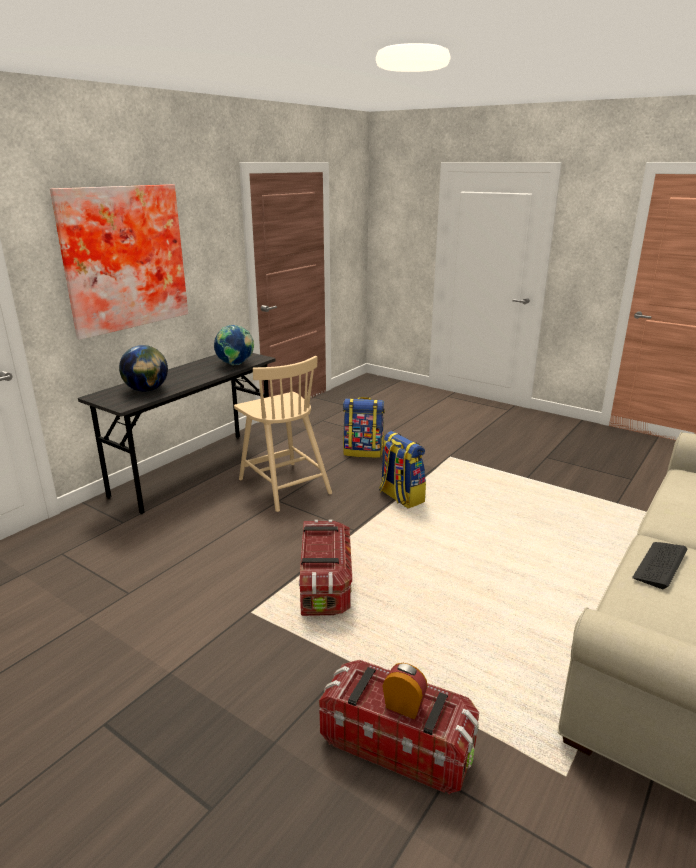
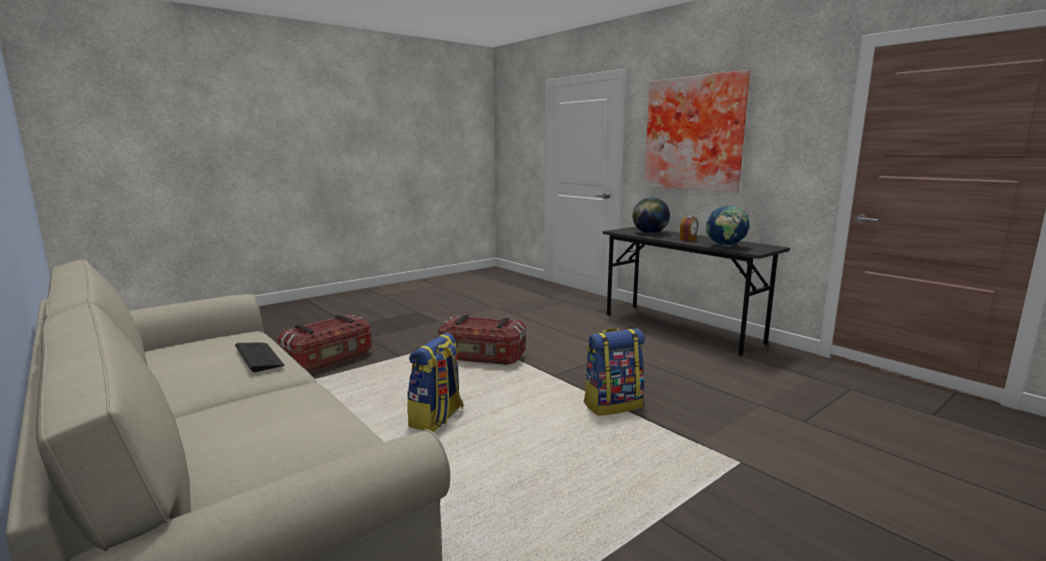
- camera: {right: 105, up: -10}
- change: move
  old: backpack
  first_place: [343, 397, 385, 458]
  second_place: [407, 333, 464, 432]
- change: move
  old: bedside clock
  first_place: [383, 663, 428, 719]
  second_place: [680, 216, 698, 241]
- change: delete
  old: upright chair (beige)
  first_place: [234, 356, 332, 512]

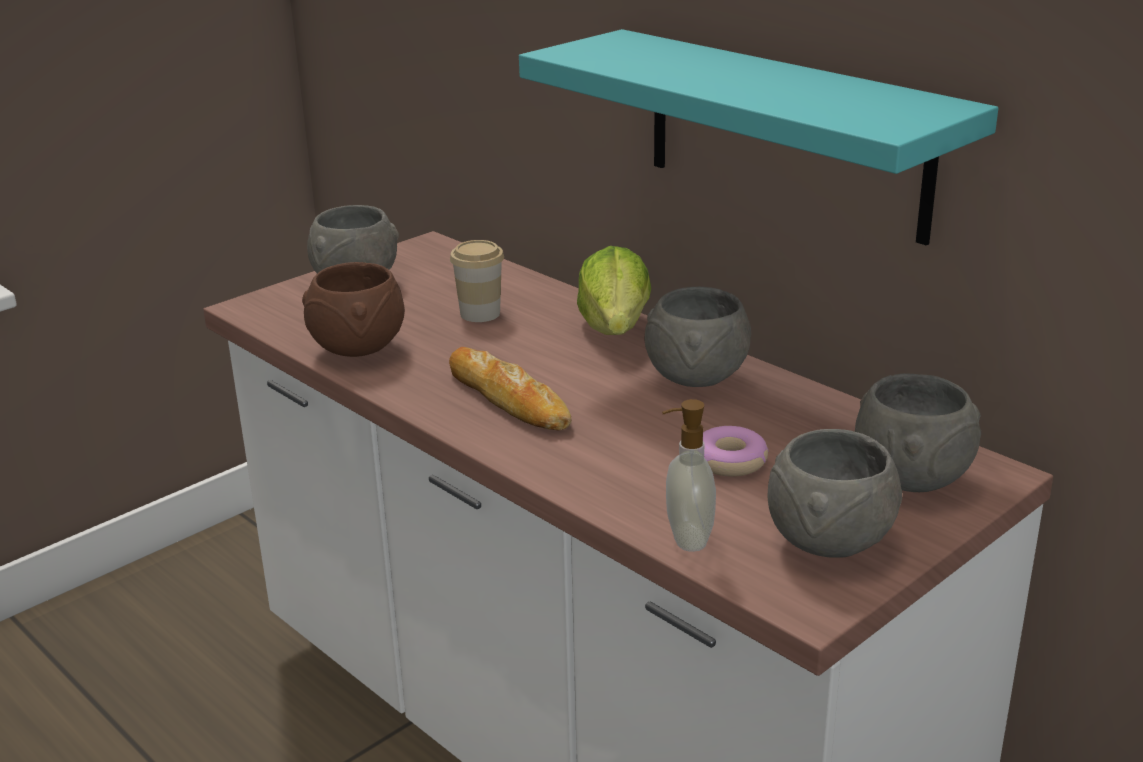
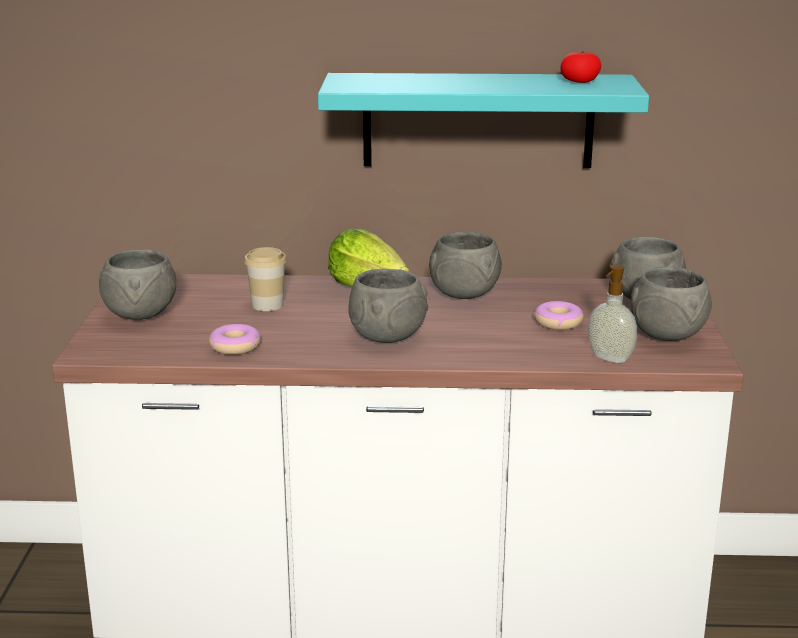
- camera: {right: -45, up: -5}
- change: replace
  old: deep dish (brown)
  new: donut
  first_place: [302, 262, 405, 357]
  second_place: [209, 324, 261, 355]
- change: replace
  old: bakery bread
  new: deep dish (grey)
  first_place: [449, 347, 572, 430]
  second_place: [348, 269, 428, 343]
- change: insert
  new: tomato
  second_place: [560, 51, 601, 83]

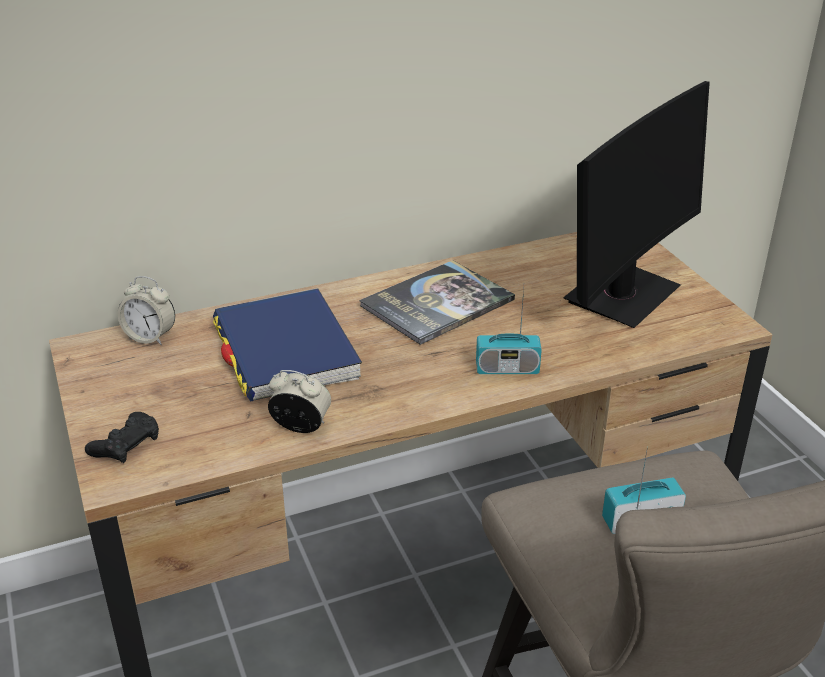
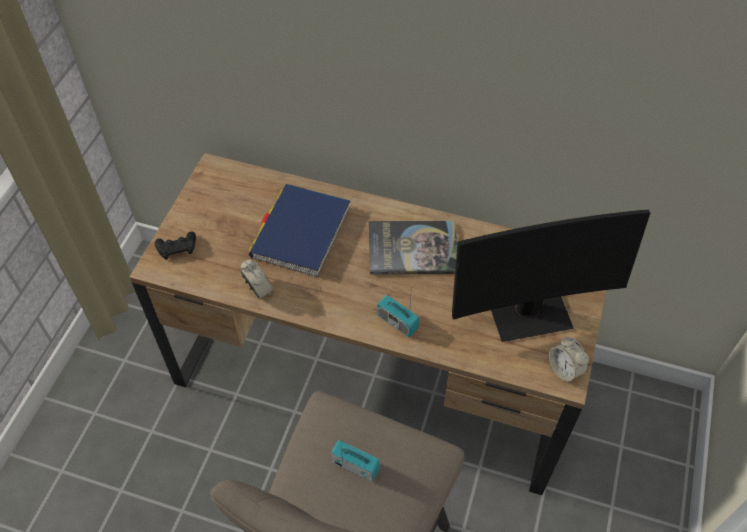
- camera: {right: 40, up: 20}
- change: move
  old: bedside clock
  first_place: [118, 276, 175, 345]
  second_place: [549, 337, 589, 383]

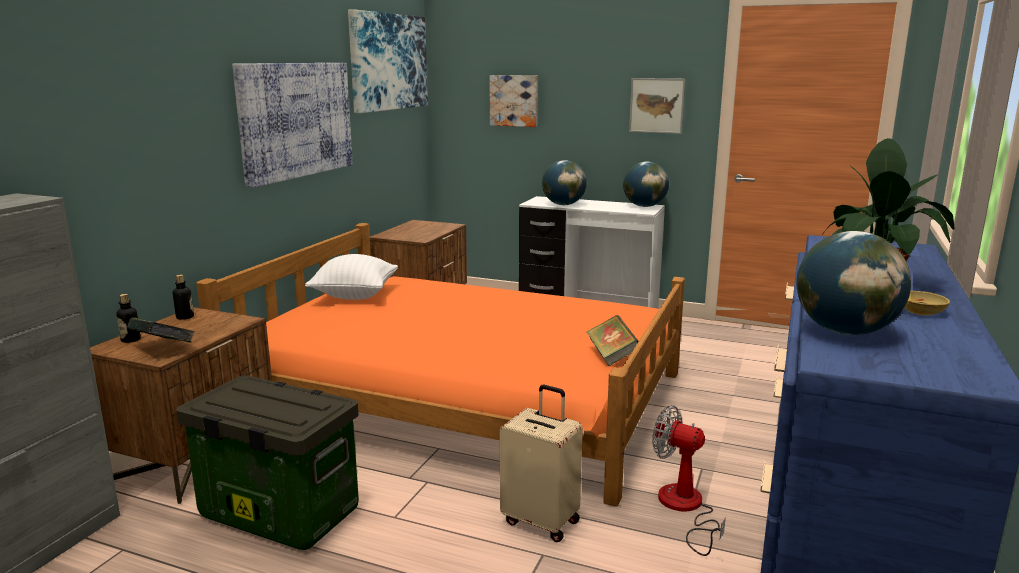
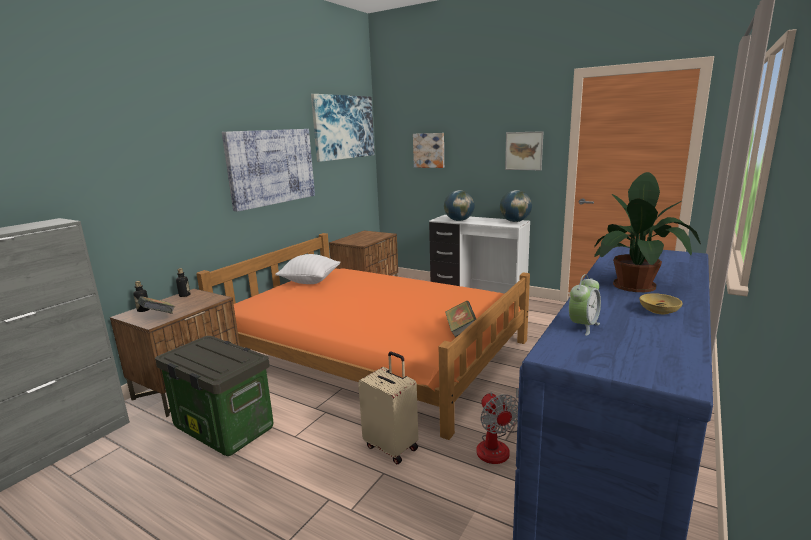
- camera: {right: 10, up: 0}
- change: rotate
  old: fan
  first_place: [652, 405, 726, 556]
  second_place: [476, 388, 519, 464]
  degrees: -150
- change: replace
  old: globe
  new: bedside clock
  first_place: [796, 231, 911, 335]
  second_place: [569, 274, 601, 336]

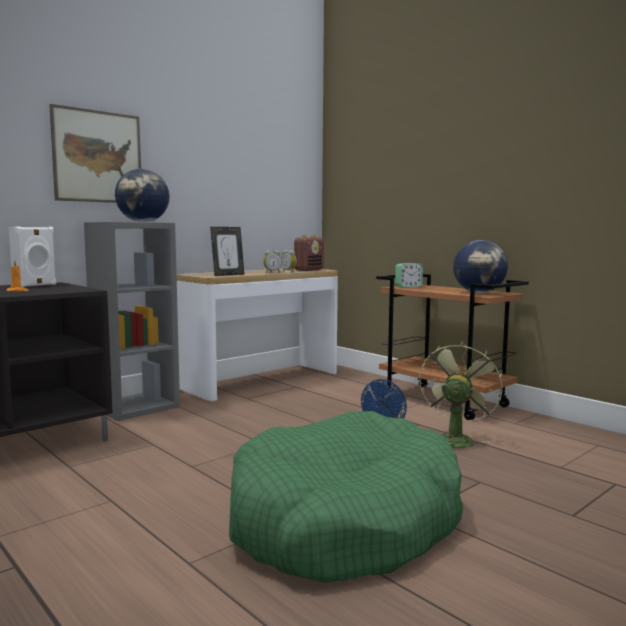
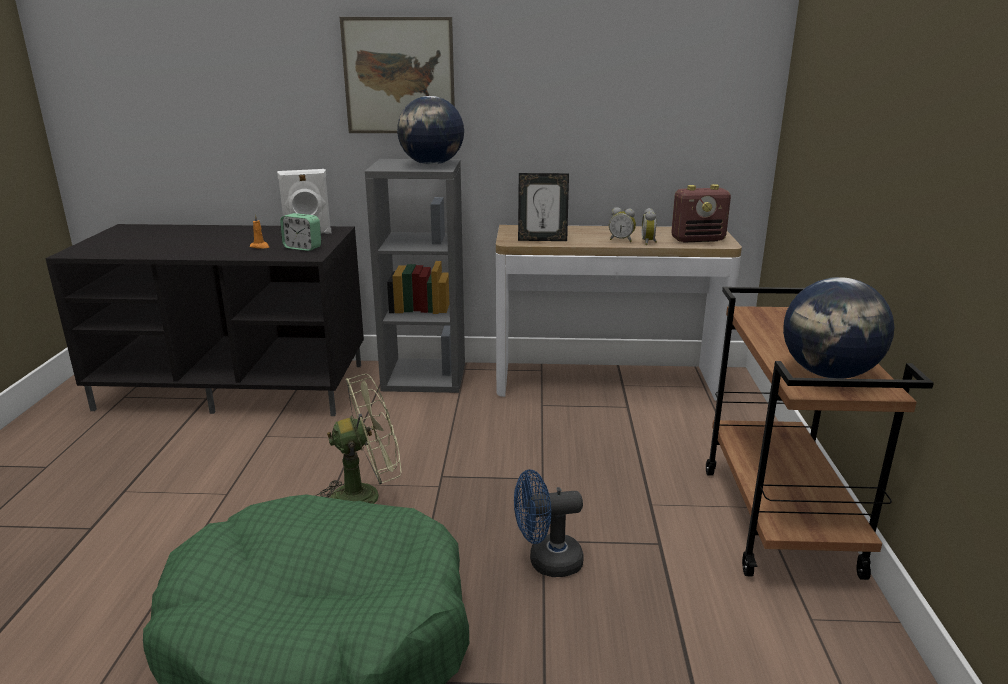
- camera: {right: 45, up: 15}
- change: move
  old: bedside clock
  first_place: [395, 263, 423, 288]
  second_place: [280, 213, 321, 251]
- change: move
  old: fan (green-coloured)
  first_place: [419, 341, 503, 448]
  second_place: [315, 374, 402, 504]

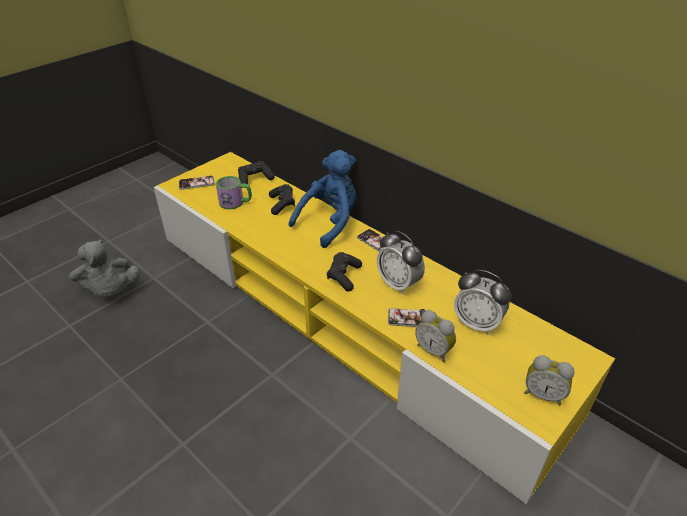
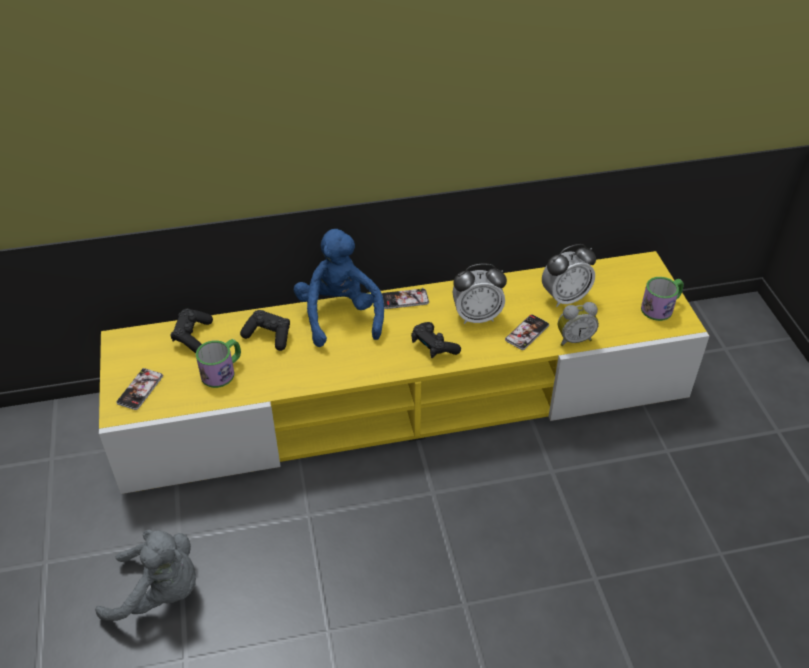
- camera: {right: -55, up: 5}
- change: replace
  old: bedside clock
  new: tea mug
  first_place: [524, 355, 575, 406]
  second_place: [641, 277, 684, 321]

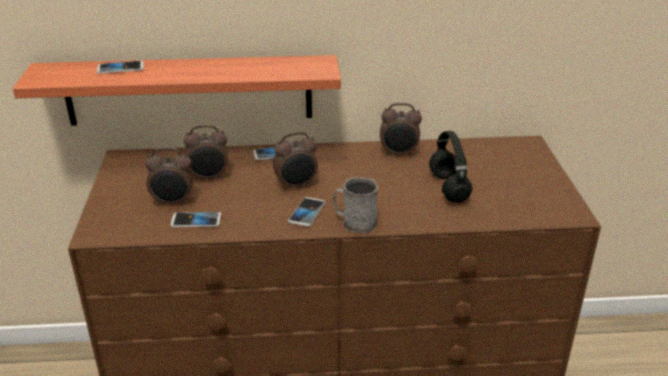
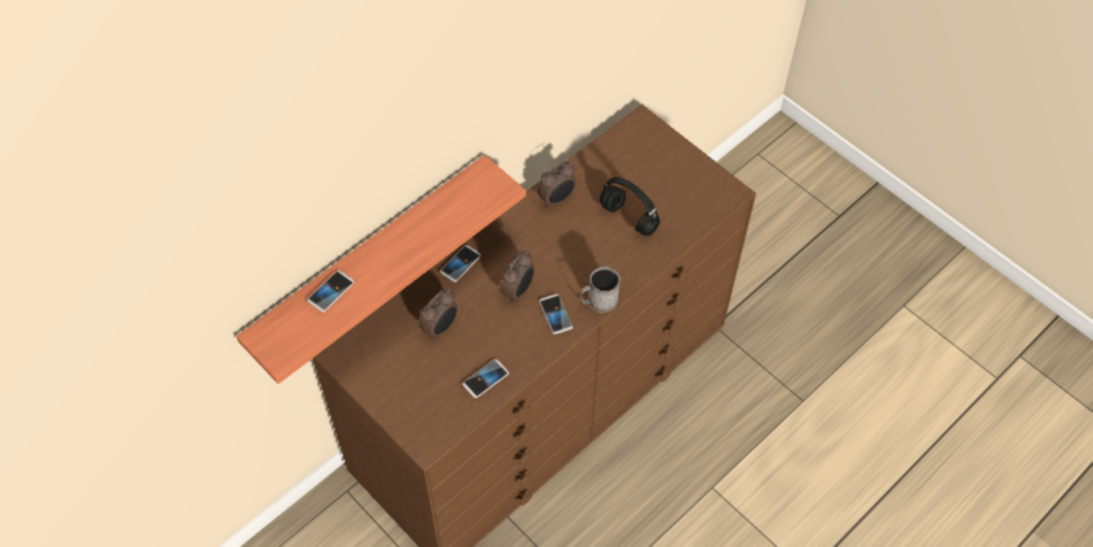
- camera: {right: -40, up: 25}
- change: delete
  old: bedside clock
  first_place: [145, 148, 193, 206]

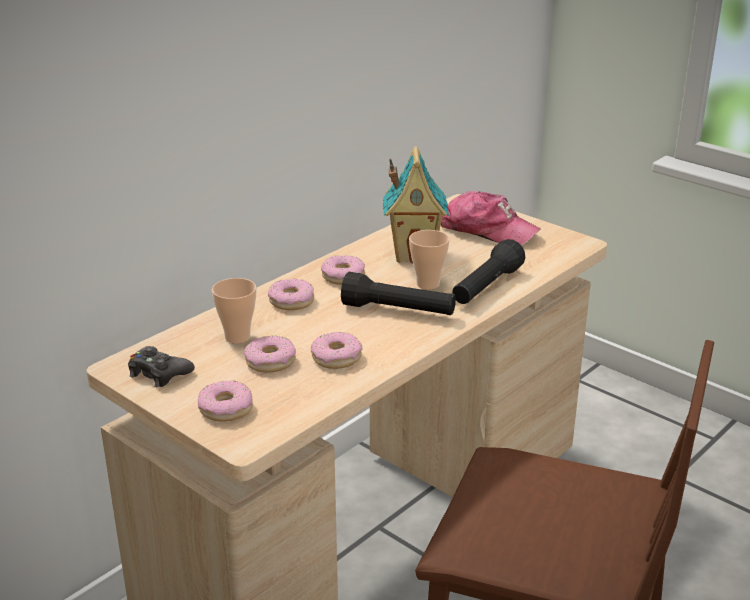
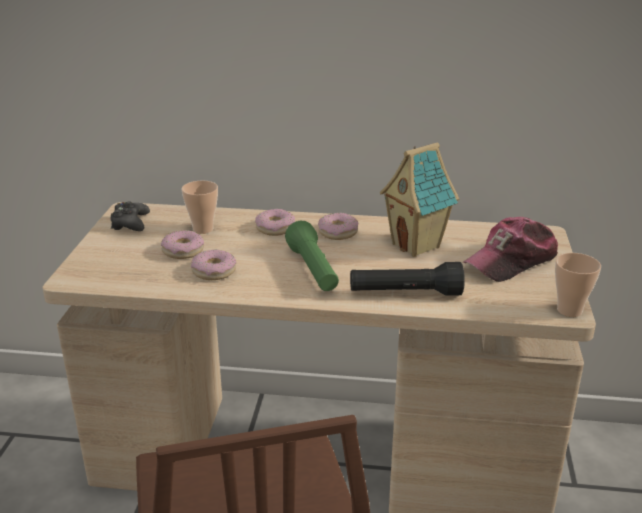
- camera: {right: 55, up: 0}
- change: recolor
  old: torch (blackish)
  new: torch (green-coloured)
  first_place: [341, 272, 456, 315]
  second_place: [285, 221, 339, 291]
- change: rotate
  old: peaked cap
  first_place: [441, 191, 541, 245]
  second_place: [463, 217, 558, 282]
  degrees: 60
- change: move
  old: small cup
  first_place: [409, 230, 450, 290]
  second_place: [555, 253, 601, 317]
- change: delete
  old: donut
  first_place: [198, 380, 253, 422]

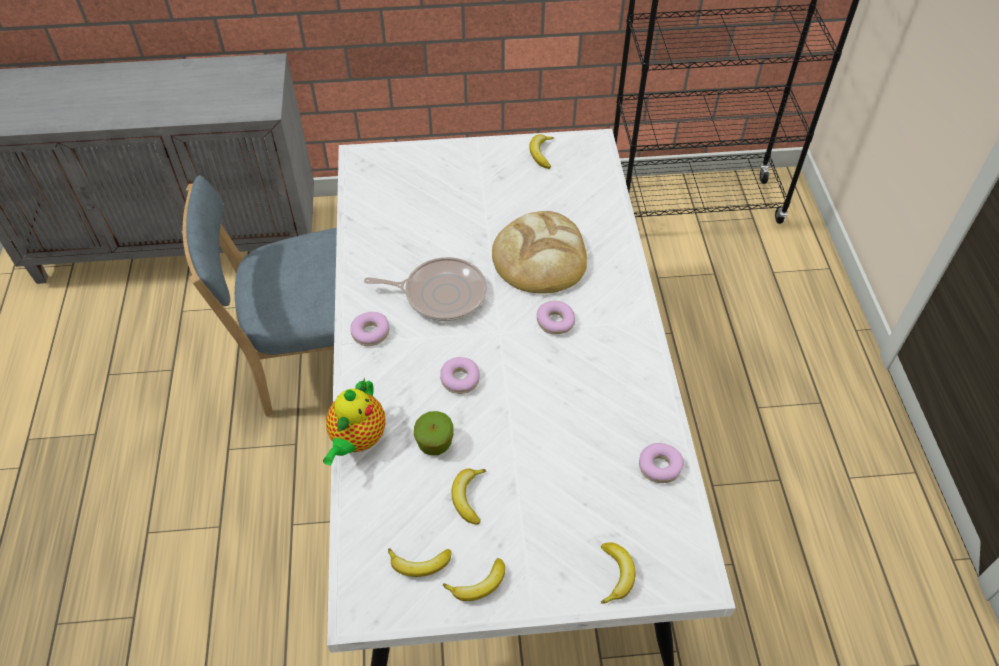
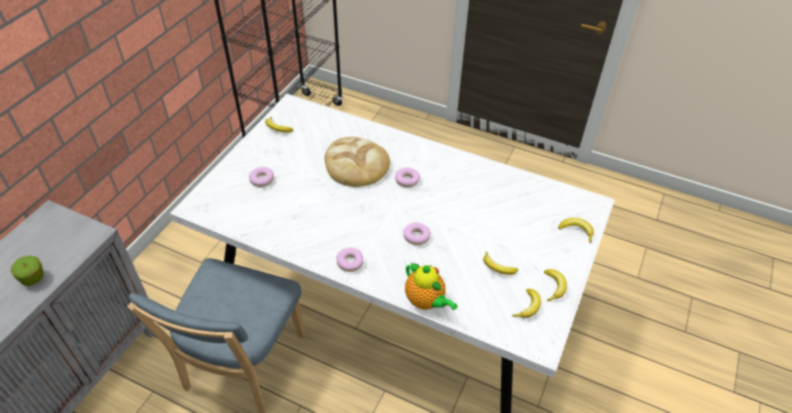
- camera: {right: -60, up: -5}
- change: move
  old: whole apple
  first_place: [414, 411, 454, 455]
  second_place: [11, 256, 44, 286]
- change: move
  old: donut
  first_place: [639, 443, 684, 483]
  second_place: [249, 167, 274, 187]
- change: delete
  old: frying pan
  first_place: [364, 257, 487, 321]

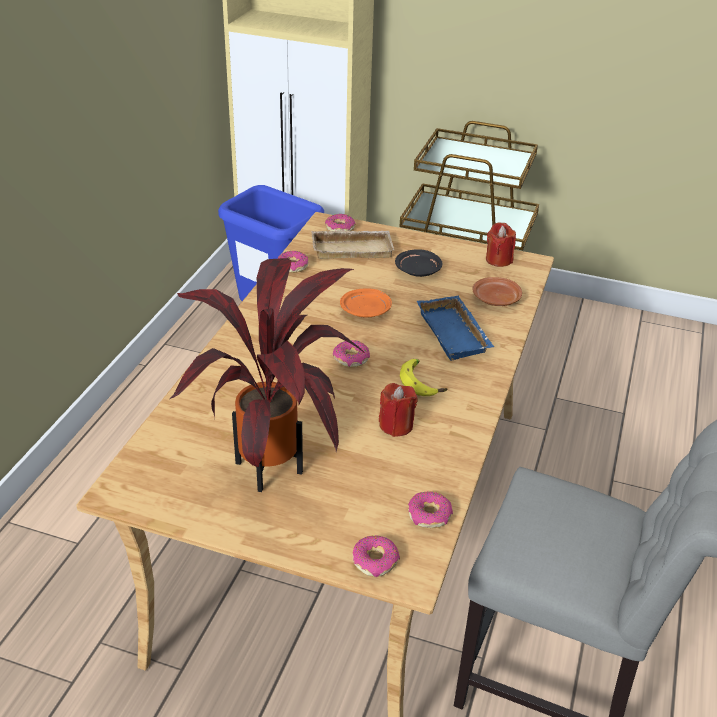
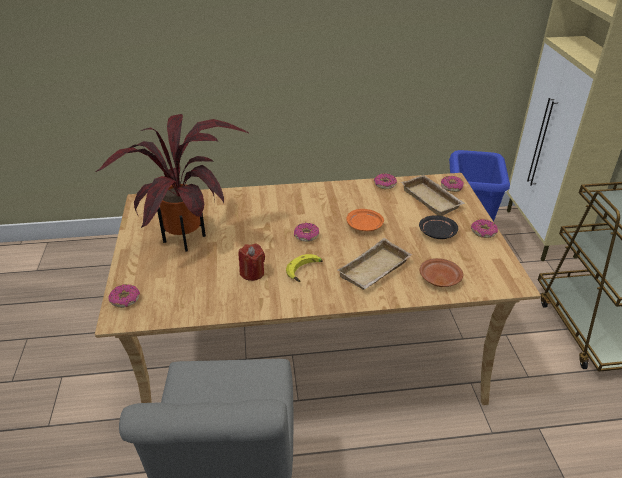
- camera: {right: 65, up: 0}
- change: recolor
  old: serving tray (blue)
  new: serving tray (beige)
  first_place: [417, 296, 494, 361]
  second_place: [338, 238, 412, 290]
- change: move
  old: donut
  first_place: [408, 491, 453, 528]
  second_place: [471, 219, 498, 238]
- change: delete
  old: wax light (red)
  first_place: [486, 222, 516, 267]

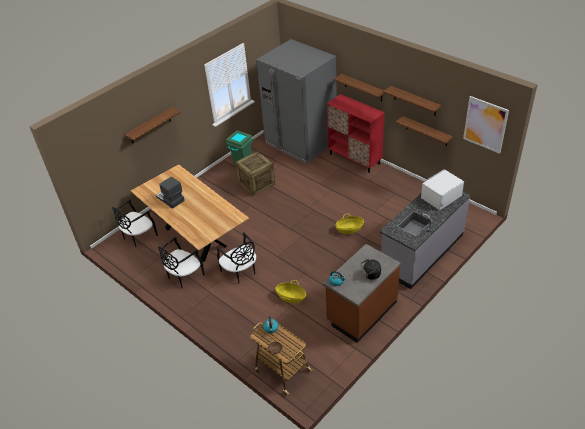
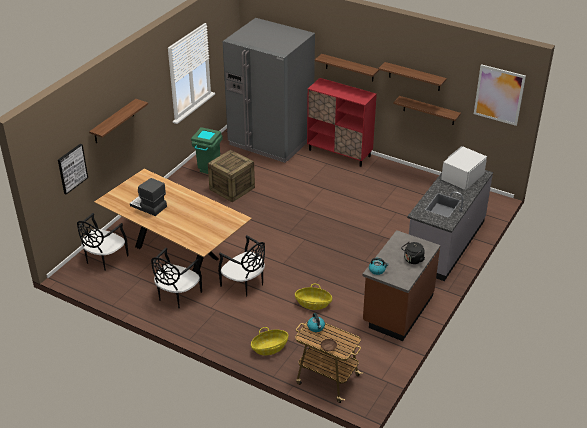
- camera: {right: -15, up: -5}
- change: insert
  new: wall picture
  second_place: [58, 144, 88, 195]
- change: move
  old: basket
  first_place: [336, 214, 364, 234]
  second_place: [251, 327, 288, 355]

